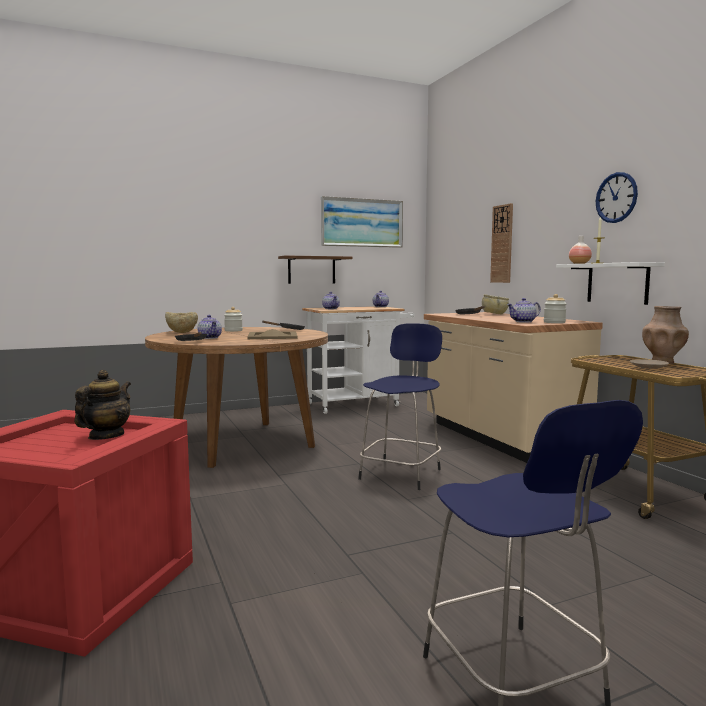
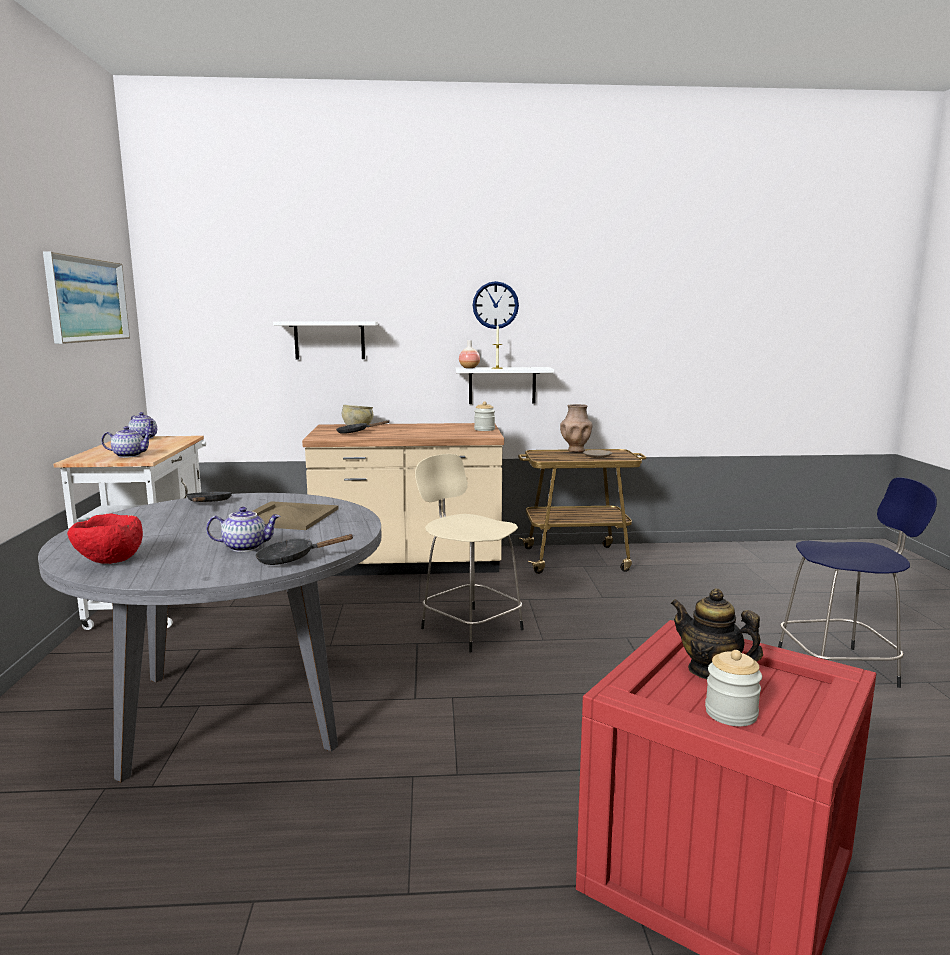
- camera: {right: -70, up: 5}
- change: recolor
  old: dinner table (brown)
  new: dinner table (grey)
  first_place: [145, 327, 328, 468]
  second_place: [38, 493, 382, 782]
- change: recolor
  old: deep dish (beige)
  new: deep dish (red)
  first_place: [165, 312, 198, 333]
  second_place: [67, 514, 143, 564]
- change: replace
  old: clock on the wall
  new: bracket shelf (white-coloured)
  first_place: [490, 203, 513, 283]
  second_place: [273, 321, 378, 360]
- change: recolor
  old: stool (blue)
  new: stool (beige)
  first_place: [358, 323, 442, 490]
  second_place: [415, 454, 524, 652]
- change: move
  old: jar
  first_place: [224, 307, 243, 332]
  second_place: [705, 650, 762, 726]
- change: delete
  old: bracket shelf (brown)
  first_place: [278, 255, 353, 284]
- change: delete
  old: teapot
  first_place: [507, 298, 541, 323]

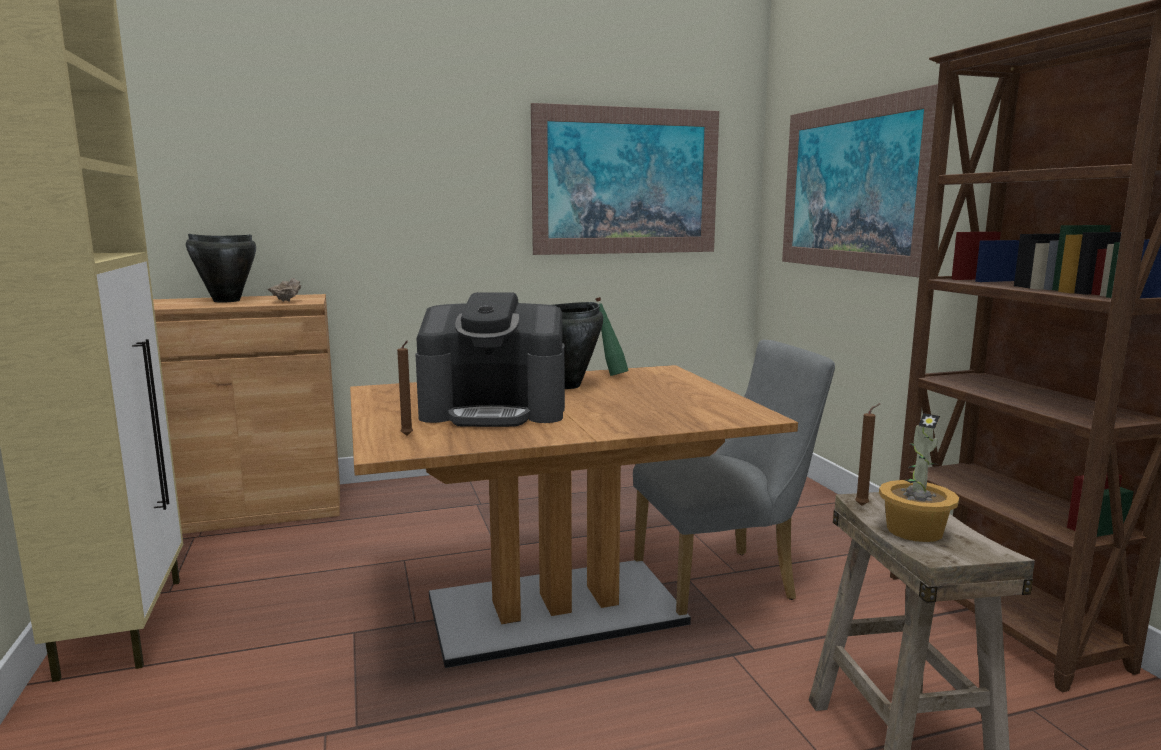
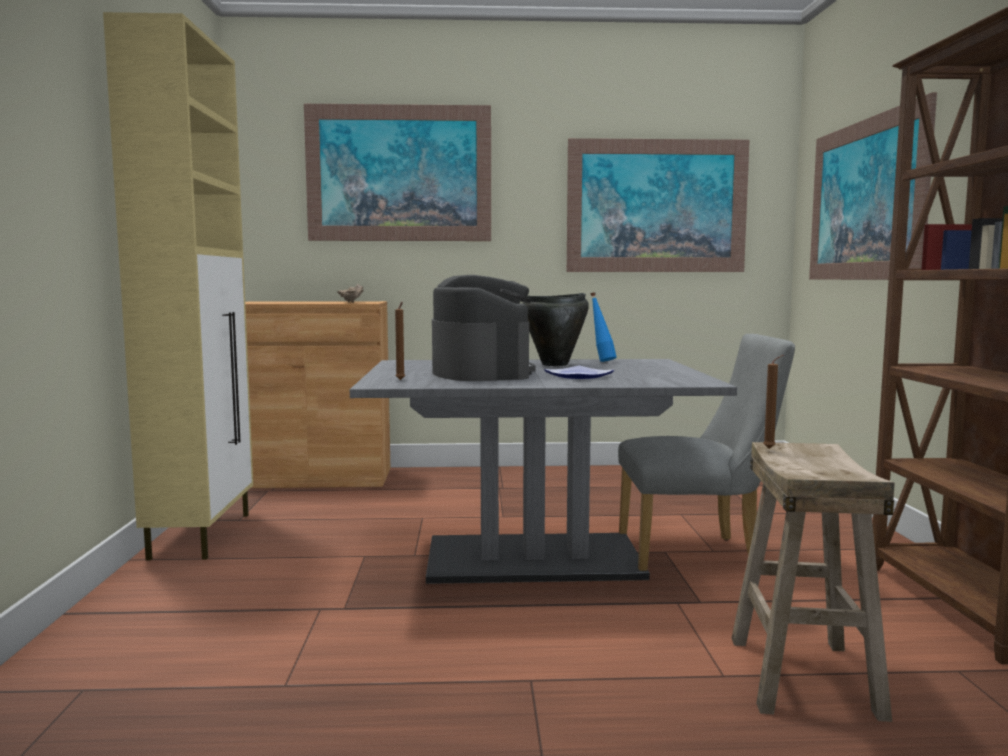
- camera: {right: 15, up: -5}
- change: insert
  new: wall picture
  second_place: [304, 104, 491, 241]
- change: recolor
  old: dinner table (brown)
  new: dinner table (grey)
  first_place: [350, 365, 798, 668]
  second_place: [350, 359, 737, 584]
- change: rotate
  old: coffee machine
  first_place: [415, 292, 565, 427]
  second_place: [432, 275, 536, 381]
  degrees: -120
- change: insert
  new: plate
  second_place: [544, 365, 614, 379]
- change: recolor
  old: bottle (green-coloured)
  new: bottle (blue)
  first_place: [595, 297, 629, 376]
  second_place: [591, 292, 617, 362]
- change: delete
  old: saucepot (blackish)
  first_place: [186, 234, 256, 303]
- change: delete
  old: plant in a pot
  first_place: [879, 413, 959, 542]

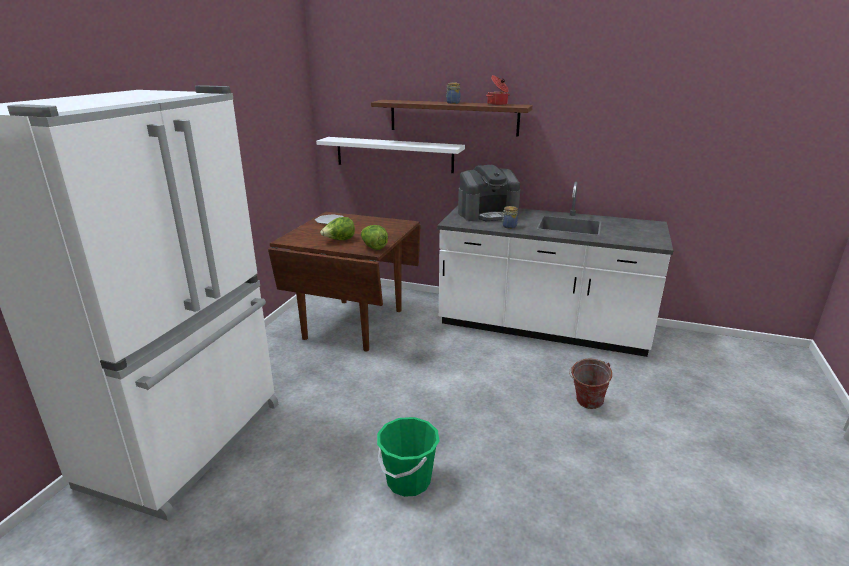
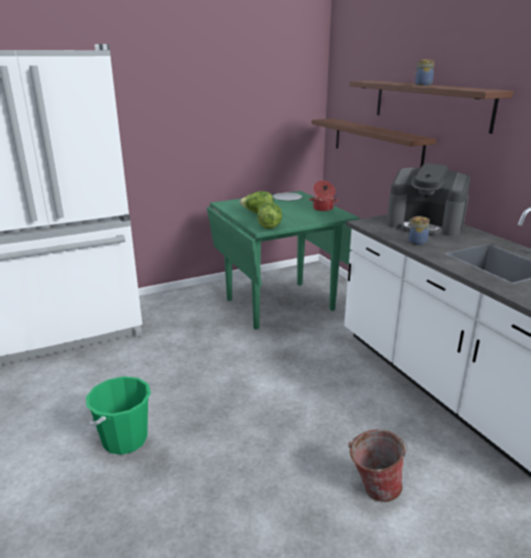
- camera: {right: 45, up: 0}
- change: recolor
  old: dinner table (brown)
  new: dinner table (green-coloured)
  first_place: [268, 212, 421, 351]
  second_place: [207, 191, 360, 330]
- change: move
  old: saucepot
  first_place: [486, 75, 510, 106]
  second_place: [309, 181, 338, 211]
- change: recolor
  old: bracket shelf (white-coloured)
  new: bracket shelf (brown)
  first_place: [316, 137, 465, 173]
  second_place: [311, 118, 436, 168]

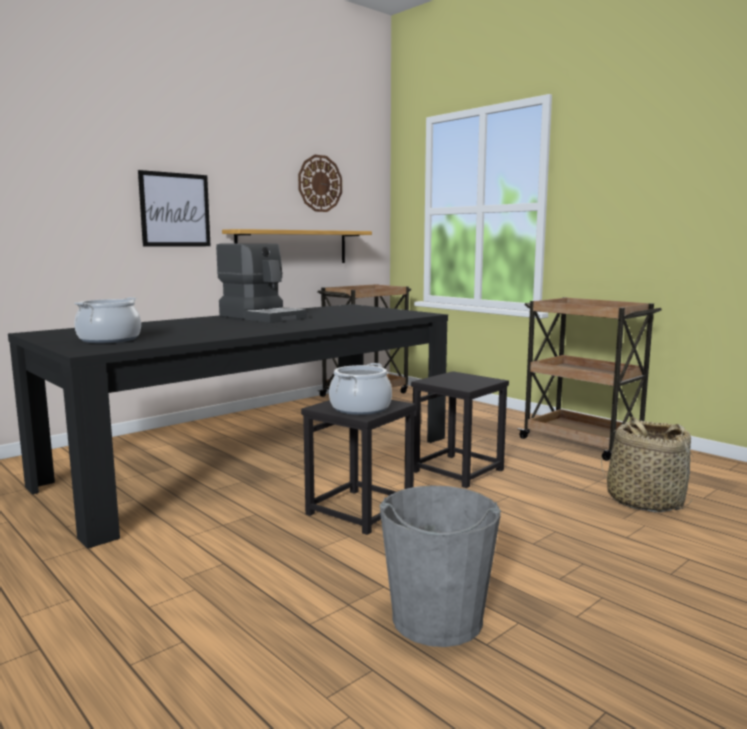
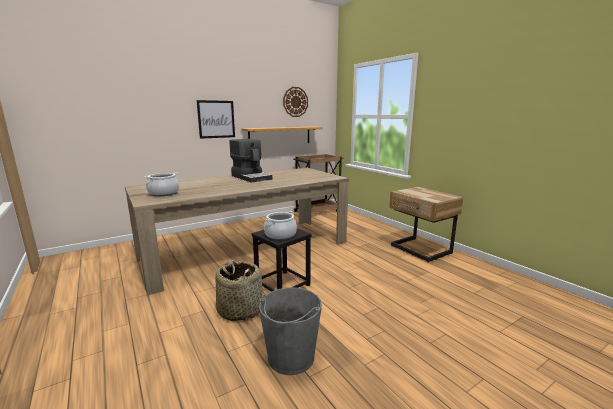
- camera: {right: 10, up: 5}
- change: recolor
  old: dinner table (blackish)
  new: dinner table (beige)
  first_place: [8, 304, 448, 549]
  second_place: [125, 168, 349, 295]
- change: move
  old: basket
  first_place: [601, 416, 693, 512]
  second_place: [215, 260, 262, 321]
- change: replace
  old: cart (brown)
  new: nightstand (beige)
  first_place: [517, 297, 662, 461]
  second_place: [389, 187, 463, 263]
- change: delete
  old: stool (blackish)
  first_place: [411, 371, 509, 488]

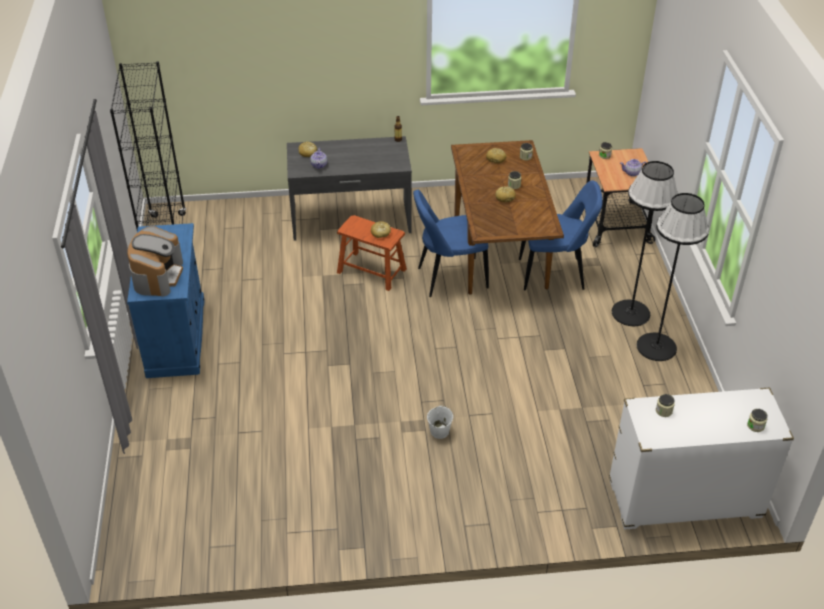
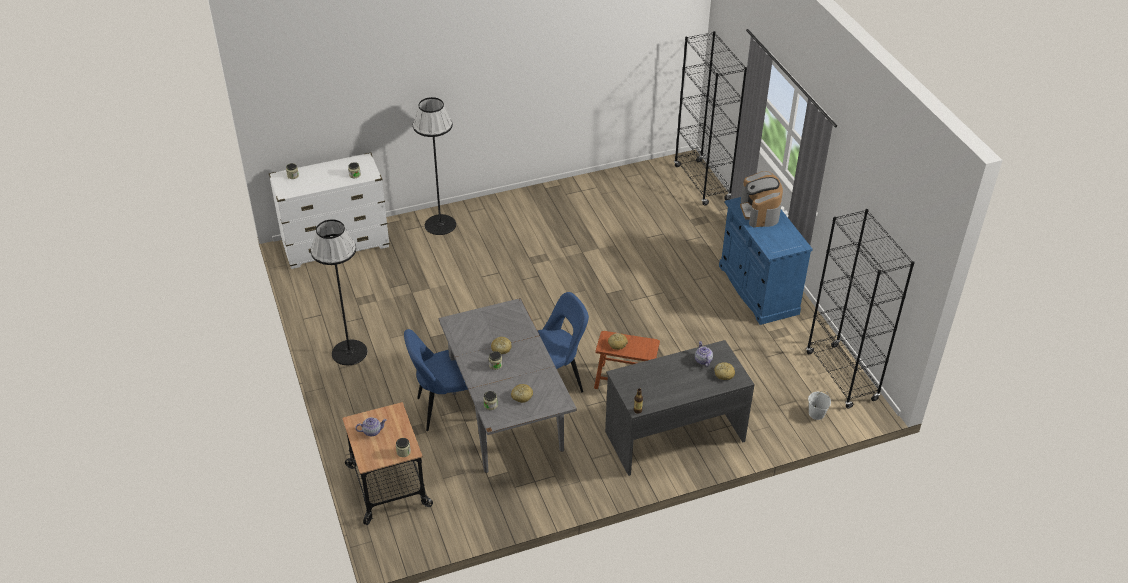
- camera: {right: 165, up: 0}
- change: move
  old: standing lamp (blackish)
  first_place: [612, 161, 678, 326]
  second_place: [413, 97, 456, 235]
- change: recolor
  old: dinner table (brown)
  new: dinner table (grey)
  first_place: [451, 140, 564, 295]
  second_place: [439, 298, 577, 473]
- change: insert
  new: bookshelf (blackish)
  second_place: [674, 31, 747, 206]
- change: move
  old: water bucket (white-coloured)
  first_place: [427, 405, 453, 439]
  second_place: [808, 391, 831, 420]

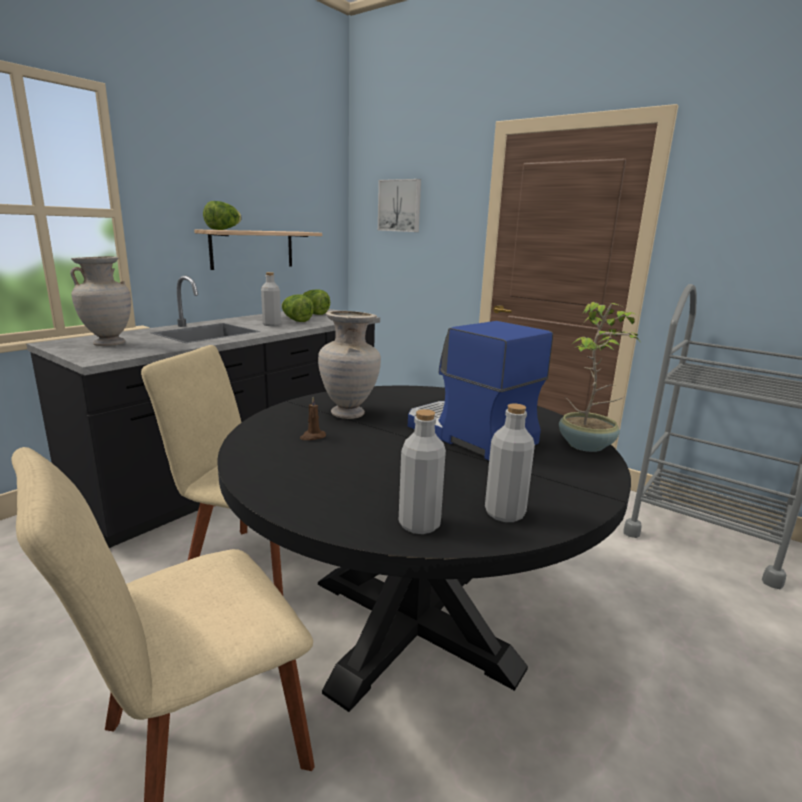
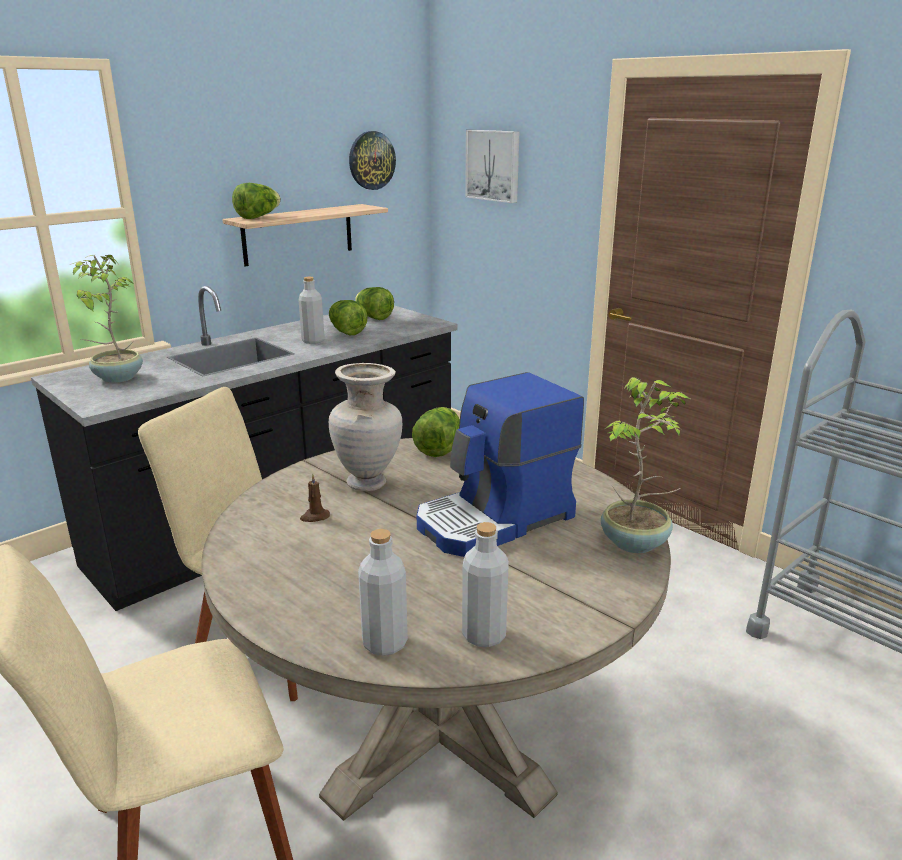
- camera: {right: 10, up: 5}
- change: replace
  old: decorative vase (beige)
  new: plant in a pot
  first_place: [70, 256, 131, 346]
  second_place: [70, 255, 143, 383]
- change: recolor
  old: dinner table (blackish)
  new: dinner table (beige)
  first_place: [218, 386, 631, 712]
  second_place: [202, 438, 671, 821]
- change: insert
  new: clock on the wall
  second_place: [349, 131, 396, 190]
- change: insert
  new: lettuce head
  second_place: [412, 407, 460, 457]
- change: rotate
  old: coffee machine
  first_place: [408, 321, 553, 461]
  second_place: [417, 372, 584, 557]
  degrees: -90

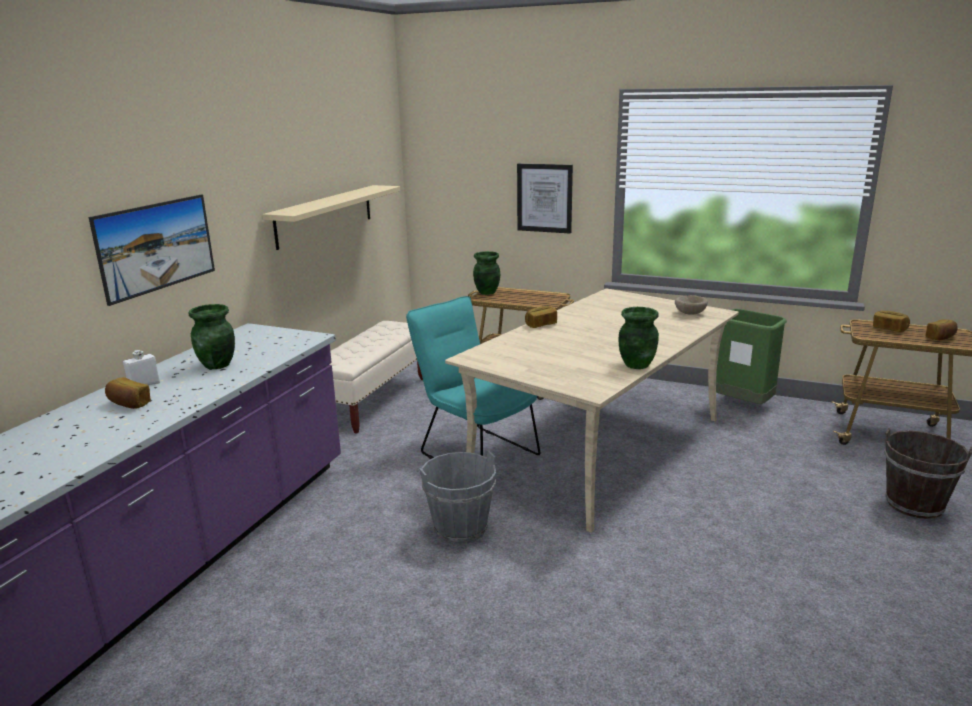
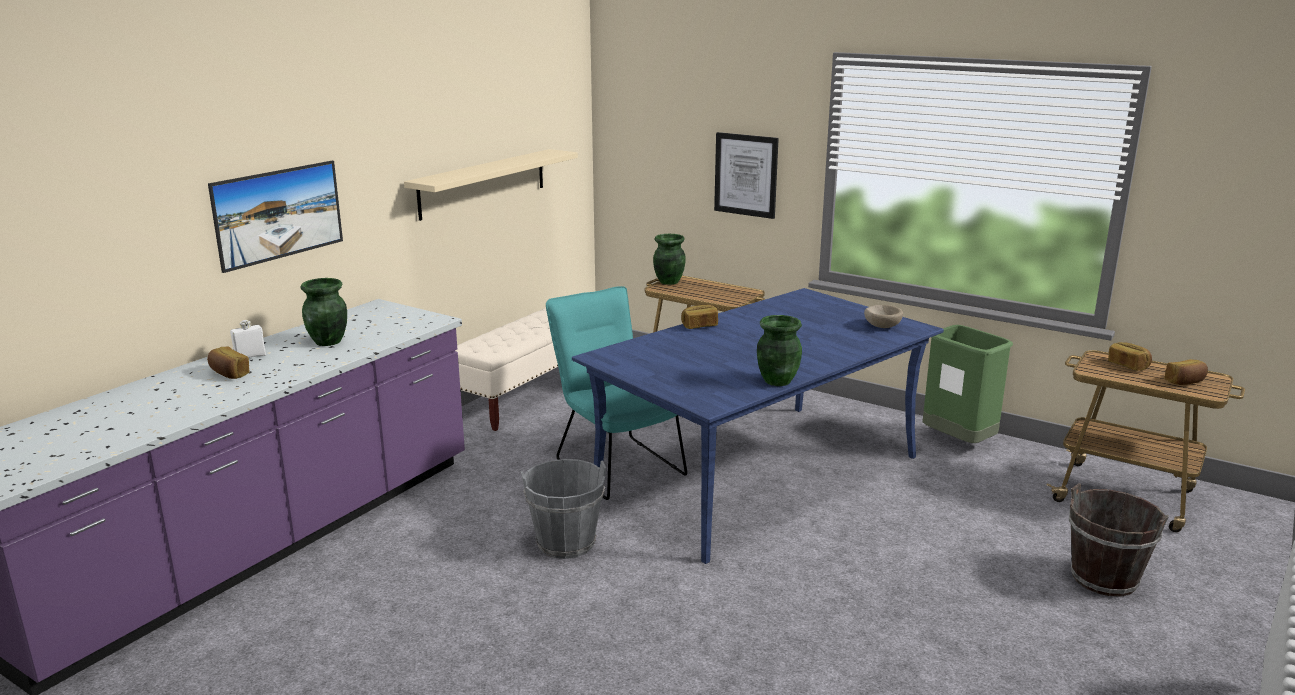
- camera: {right: 10, up: 0}
- change: recolor
  old: dinner table (beige)
  new: dinner table (blue)
  first_place: [445, 288, 739, 533]
  second_place: [572, 288, 944, 564]

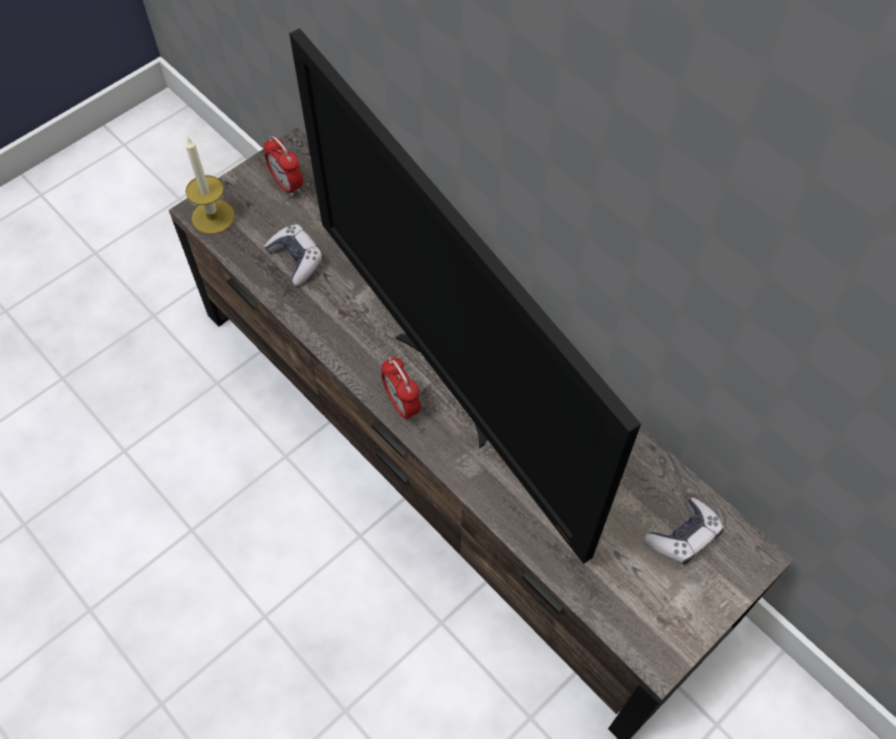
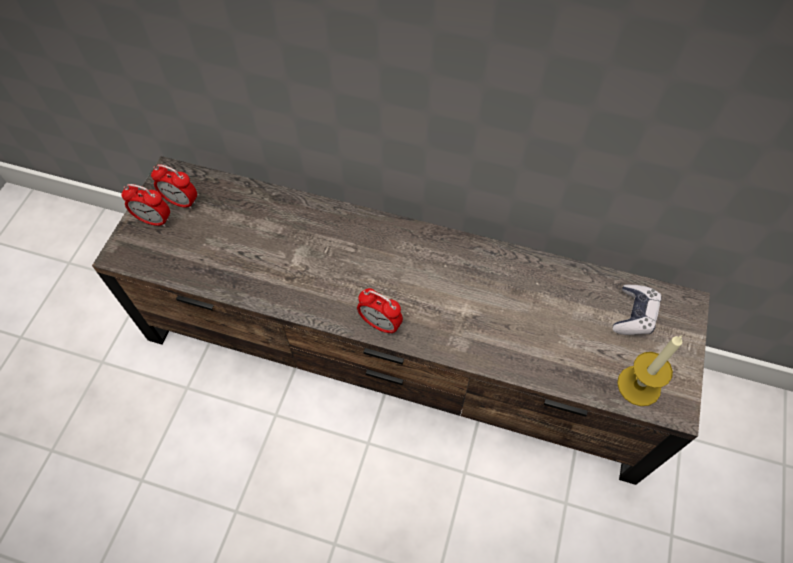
- camera: {right: -30, up: 0}
- change: insert
  new: bedside clock
  second_place: [121, 184, 170, 227]
- change: move
  old: wax light
  first_place: [185, 136, 235, 234]
  second_place: [617, 336, 682, 406]
- change: delete
  old: gamepad
  first_place: [264, 224, 323, 286]
- change: delete
  old: television
  first_place: [289, 29, 641, 564]

